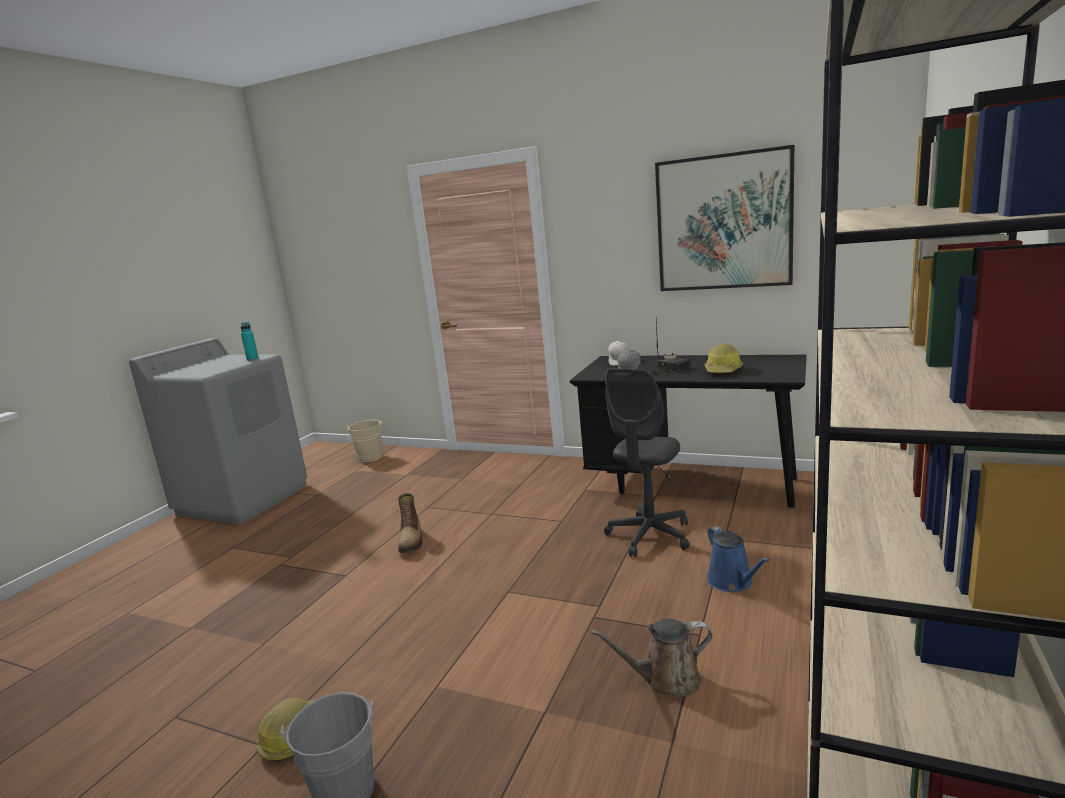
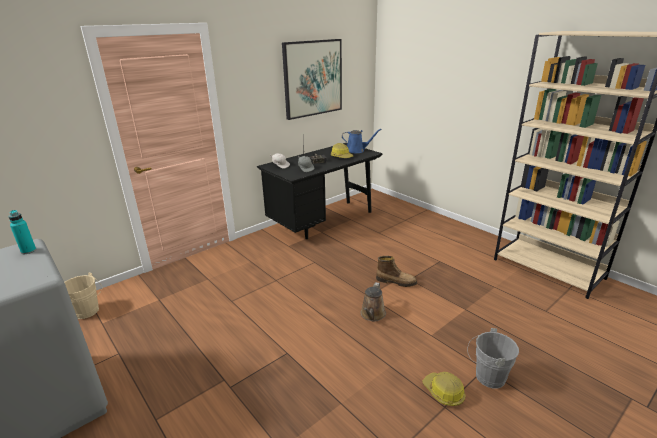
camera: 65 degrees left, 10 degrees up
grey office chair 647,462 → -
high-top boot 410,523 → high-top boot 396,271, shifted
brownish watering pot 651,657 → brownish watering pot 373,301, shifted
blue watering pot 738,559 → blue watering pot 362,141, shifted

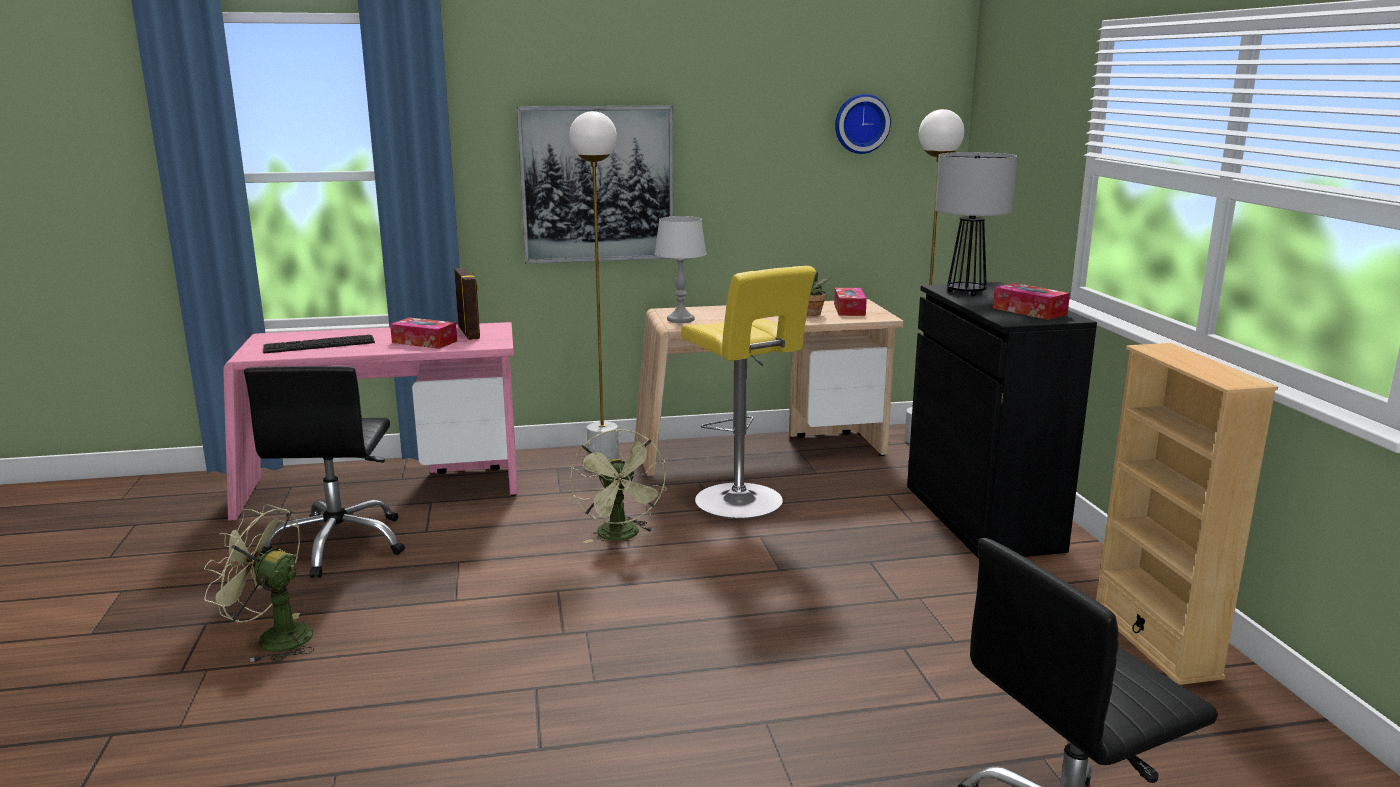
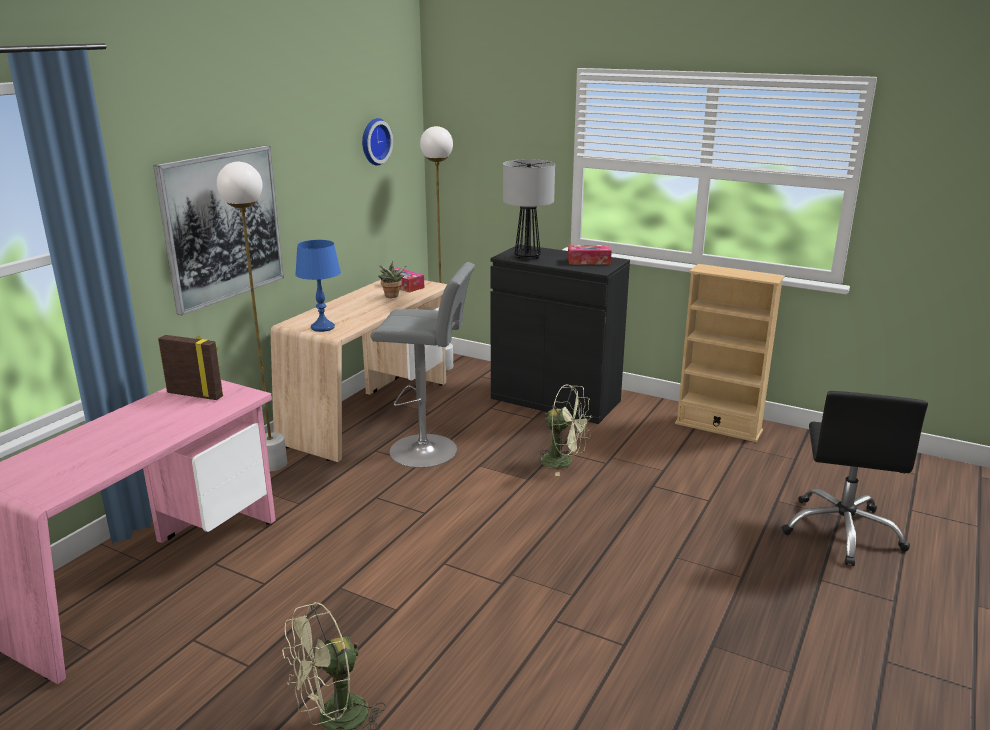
camera: 50 degrees left, 5 degrees up
black-coloured office chair 324,472 → -
computer keyboard 319,343 → -
box of tissues 423,333 → -
green-coloured fan 618,486 → green-coloured fan 564,430, shifted
grey tabletop lamp 680,269 → blue tabletop lamp 318,286
yellow-coloured stool 748,392 → grey stool 423,365

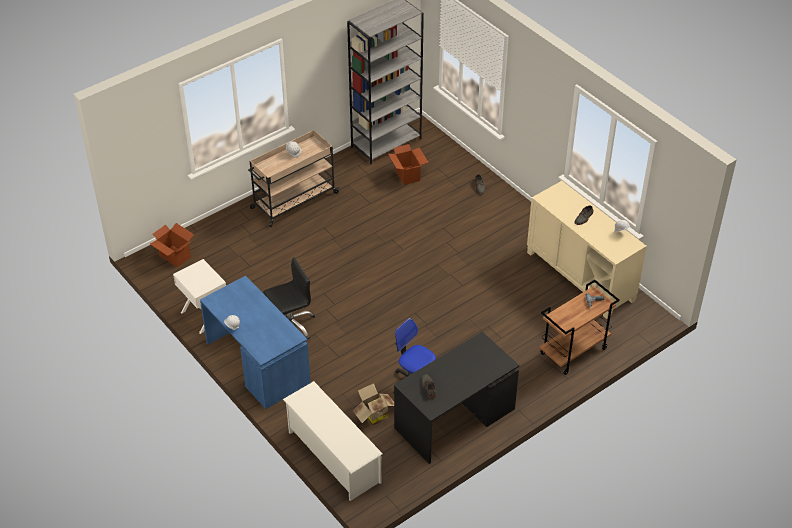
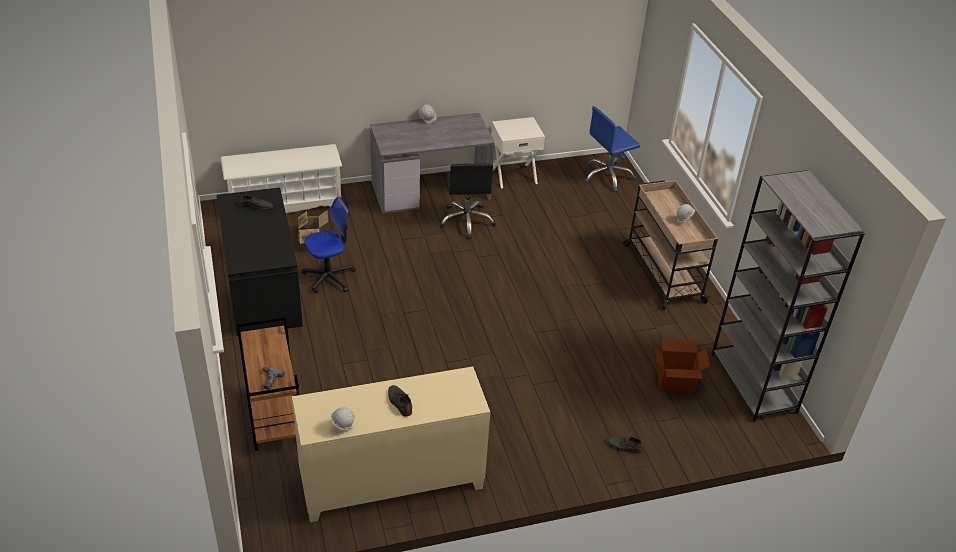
camera: 110 degrees right, 5 degrees down
carton 172,245 → blue office chair 612,149
blue desk 255,342 → grey desk 432,163

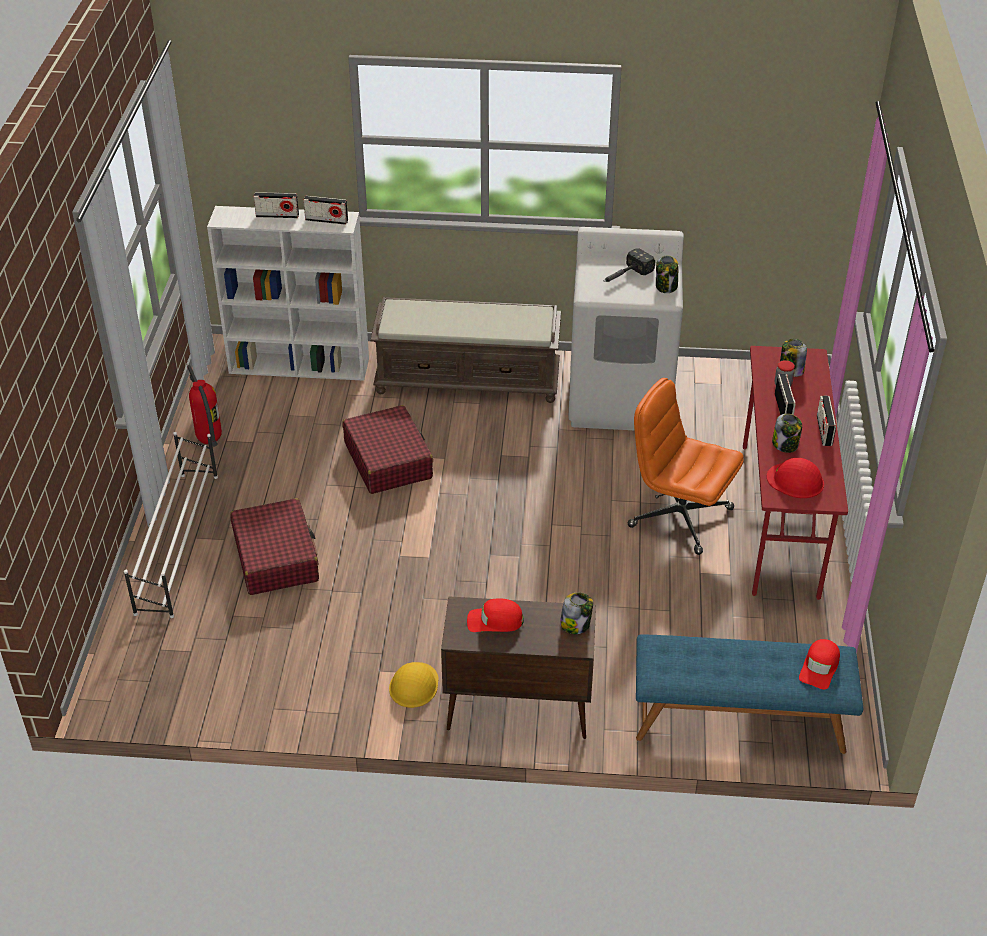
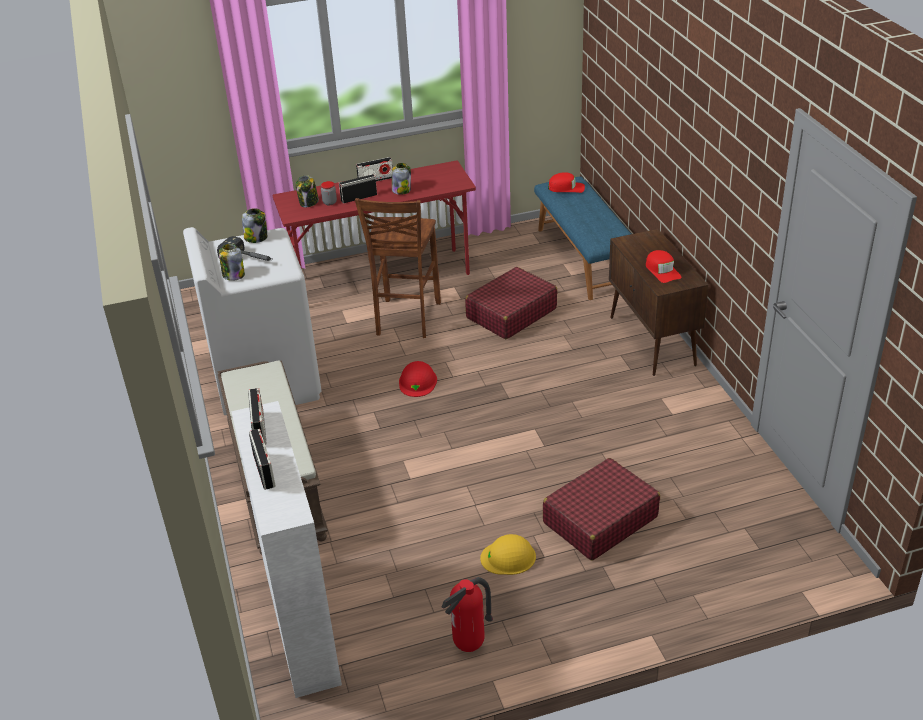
camera: 110 degrees left, 5 degrees down
whitish shoe rack 171,525 → -
red-coloured travel case 387,449 → red-coloured travel case 511,303, shifted
yellow-coloured hard hat 413,685 → yellow-coloured hard hat 508,554, shifted
storage jar 576,613 → storage jar 232,262, shifted
red-coloured hard hat 795,478 → red-coloured hard hat 418,379, shifted
orange office chair 686,466 → brownish stool 398,268

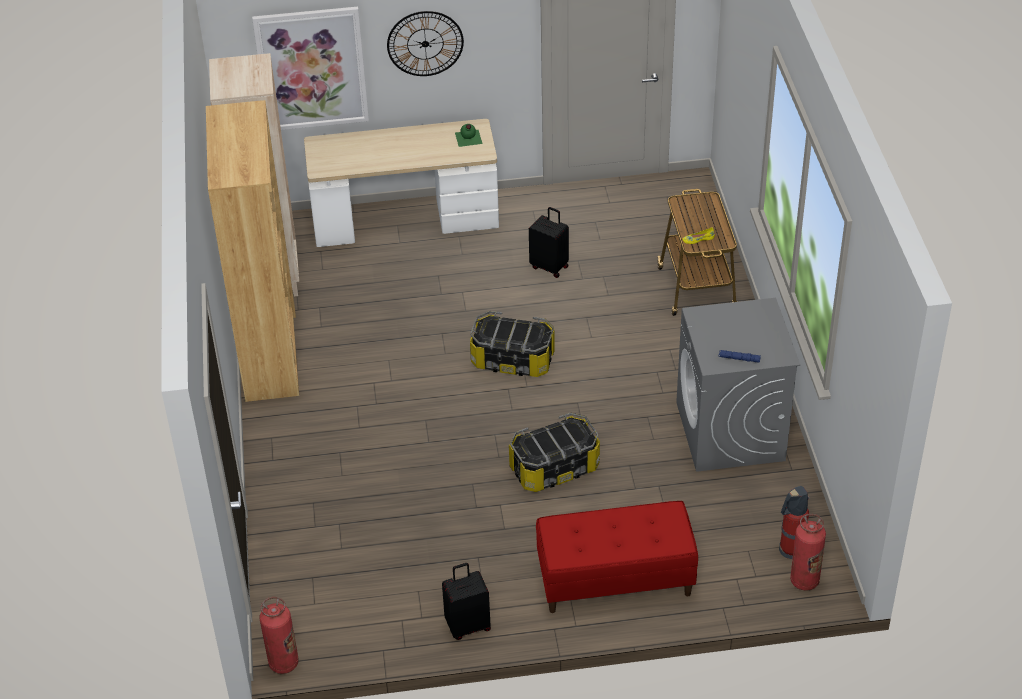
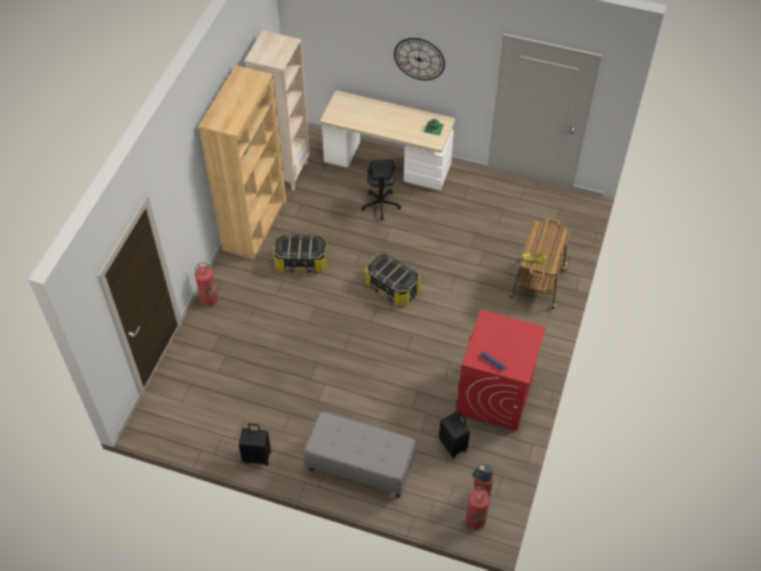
camera: 25 degrees right, 10 degrees up
wall picture 310,68 → -
- → black-coloured office chair 381,189
extinguisher 279,635 → extinguisher 206,284, shifted
storage bin 554,452 → storage bin 300,252, shifted
black-coloured travel case 549,242 → black-coloured travel case 454,435, shifted
red-coloured long seat 617,557 → grey long seat 360,454
grey washing machine 738,385 → red-coloured washing machine 501,370

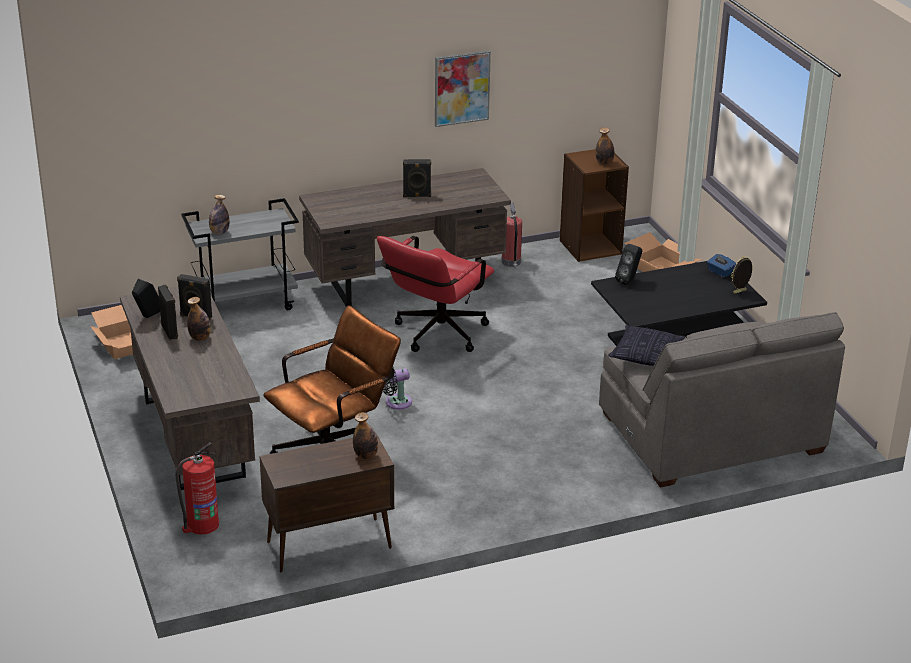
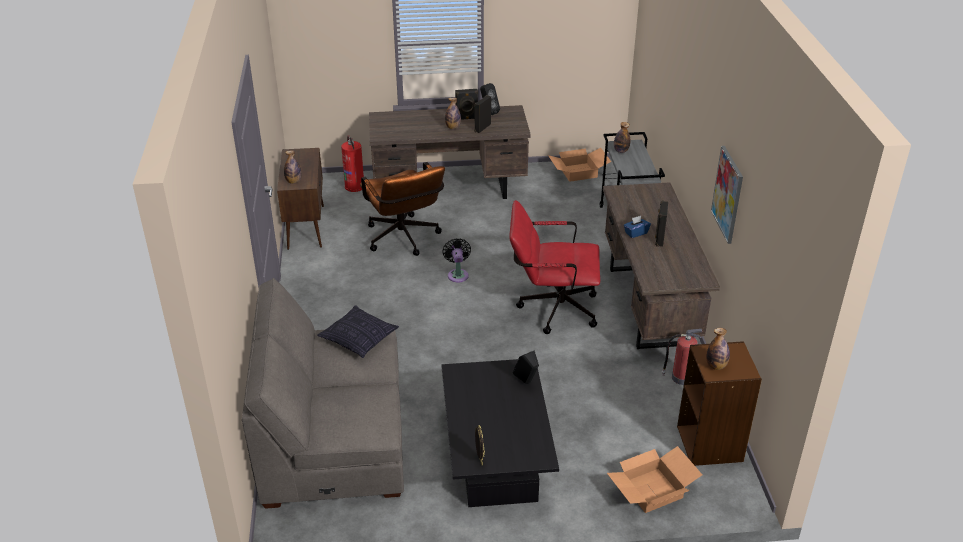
camera: 105 degrees right, 5 degrees up
blue box of tissues 721,266 → blue box of tissues 637,227, shifted
red-coloured office chair 435,294 → red-coloured office chair 554,267, 45 degrees counterclockwise

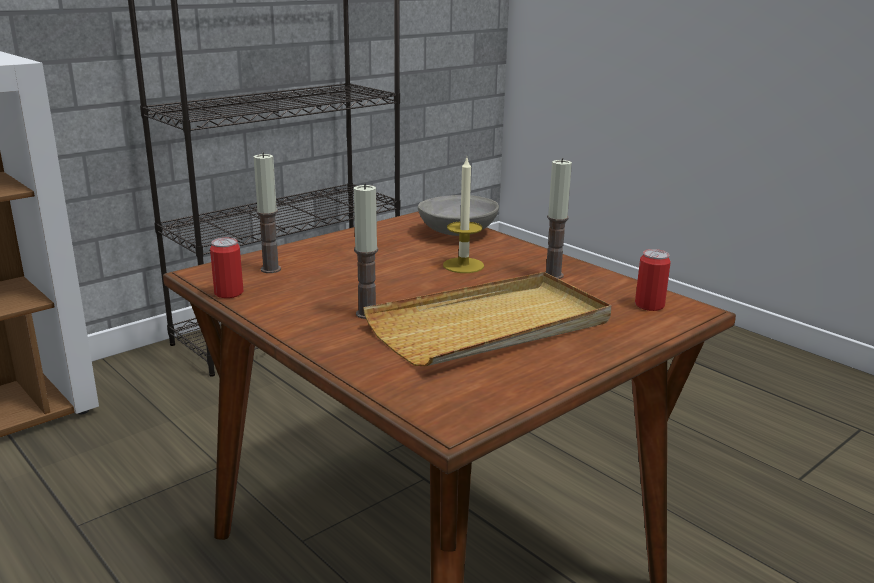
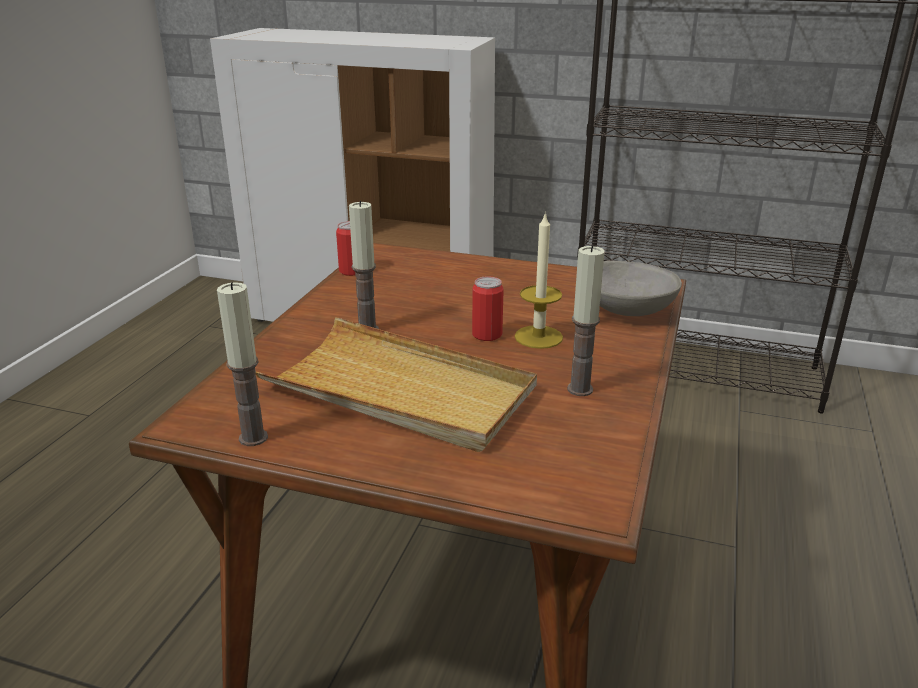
camera: 60 degrees right, 5 degrees up
wax candle 267,212 → wax candle 242,364, shifted
metal can 653,280 → metal can 487,308, shifted

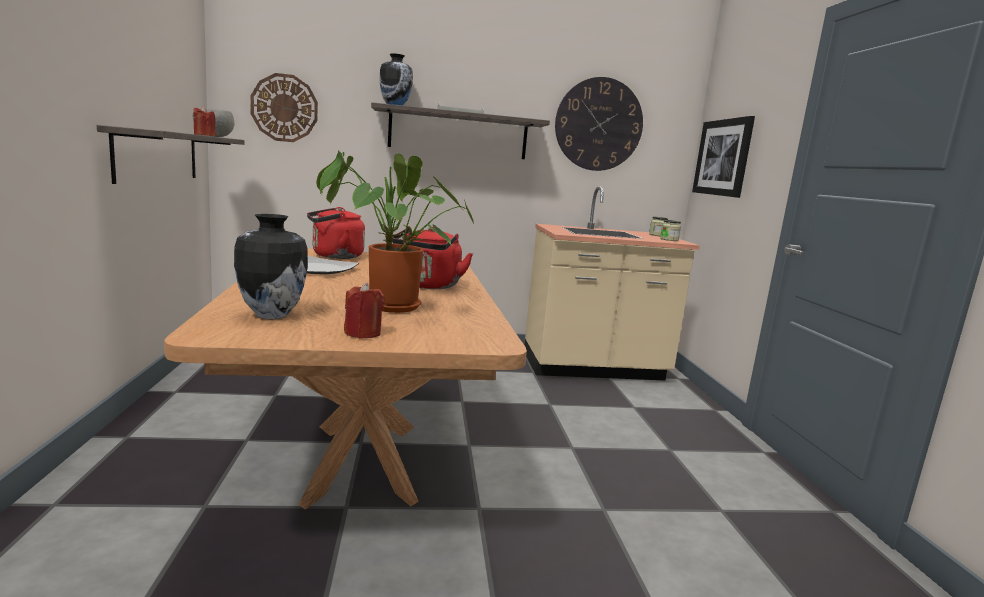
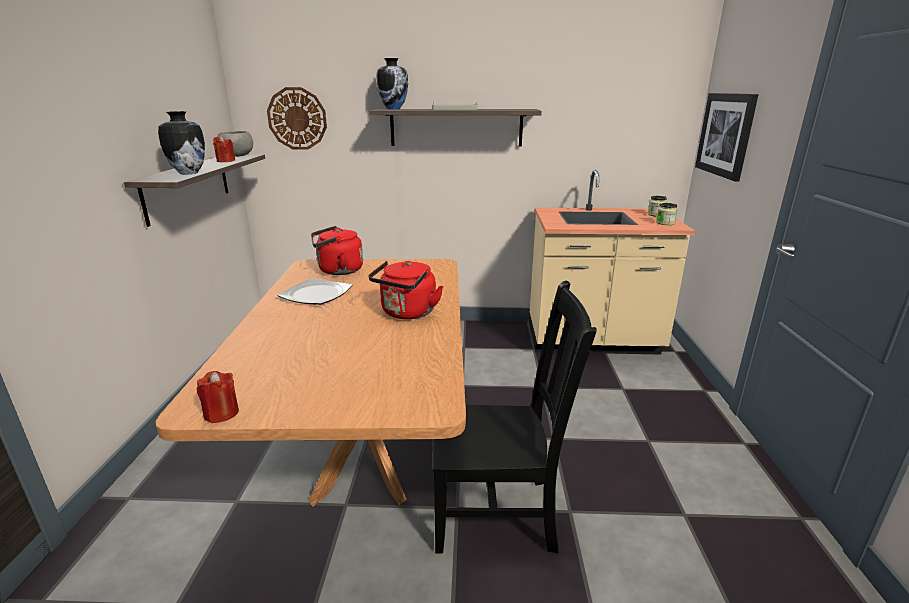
camera: 10 degrees right, 10 degrees up
houseplant 395,231 → -
hanging clock 599,124 → -
- → black-coloured plain chair 515,417
decorative vase 271,266 → decorative vase 181,142, shifted
red-coloured wax candle 364,310 → red-coloured wax candle 218,397, shifted

